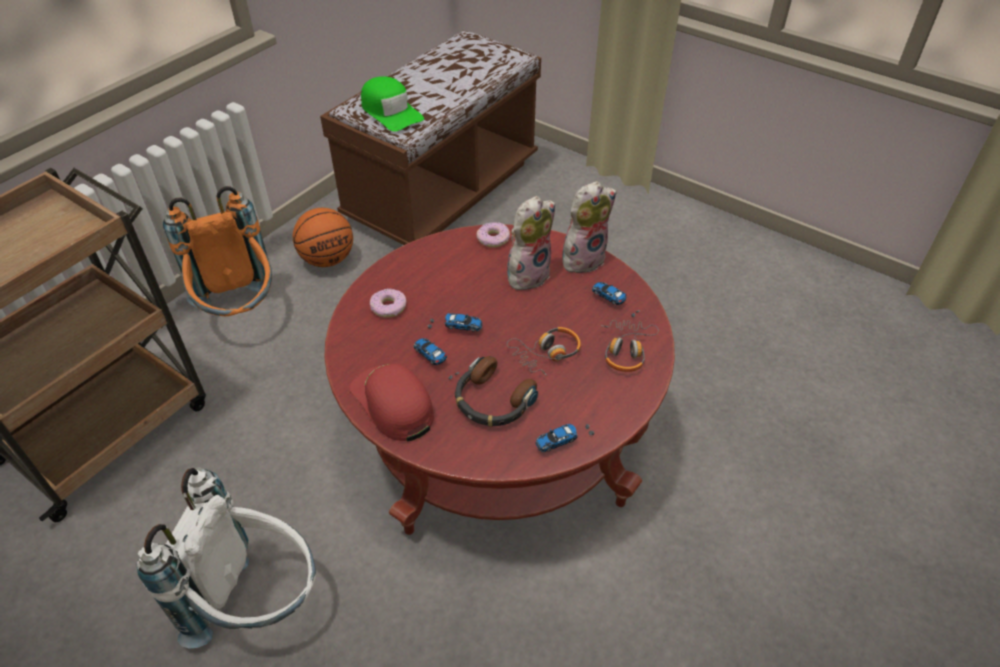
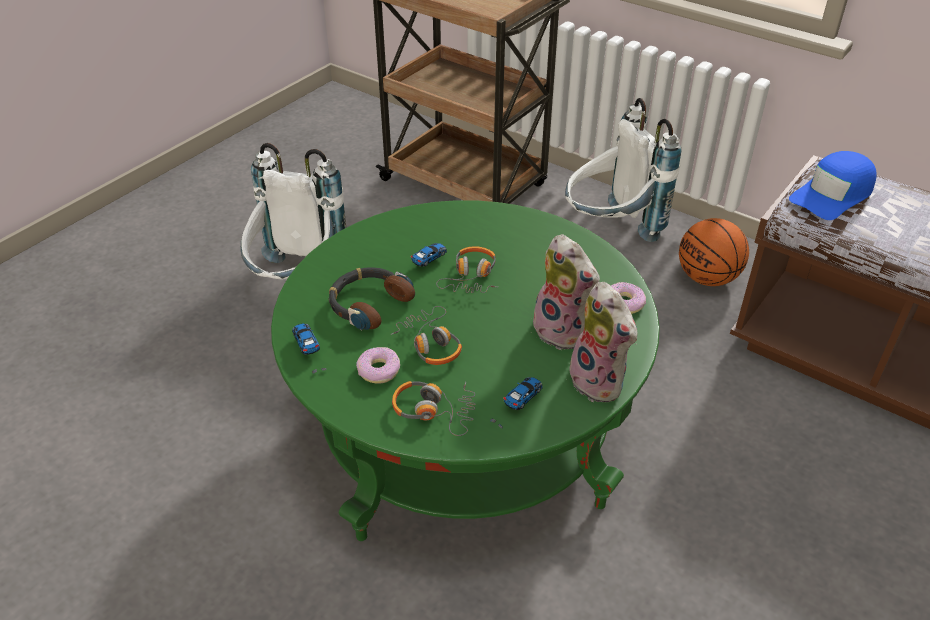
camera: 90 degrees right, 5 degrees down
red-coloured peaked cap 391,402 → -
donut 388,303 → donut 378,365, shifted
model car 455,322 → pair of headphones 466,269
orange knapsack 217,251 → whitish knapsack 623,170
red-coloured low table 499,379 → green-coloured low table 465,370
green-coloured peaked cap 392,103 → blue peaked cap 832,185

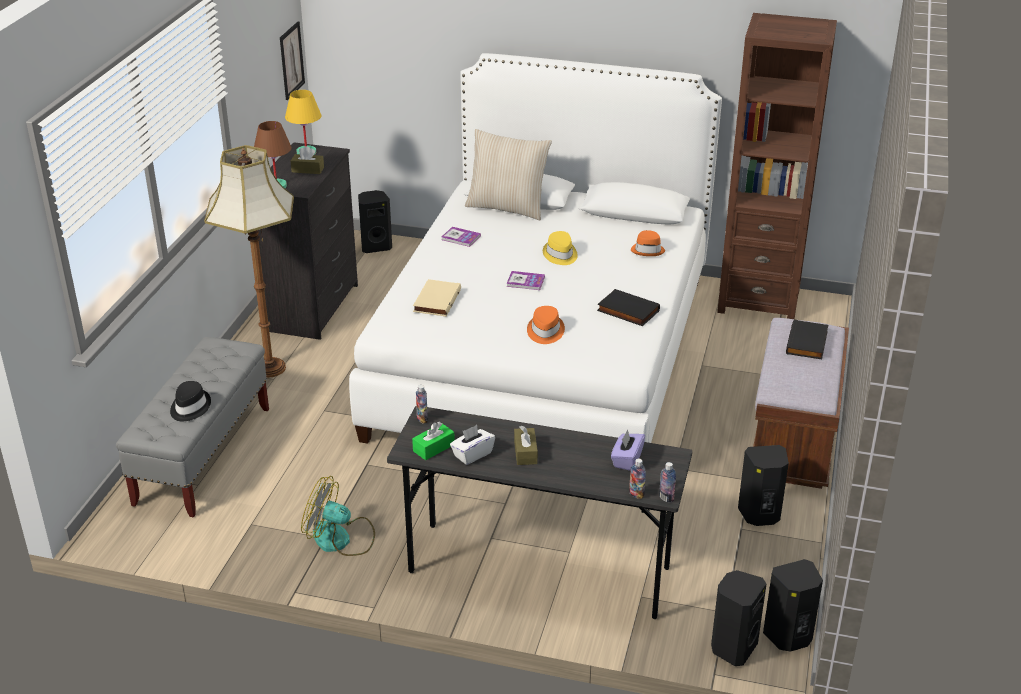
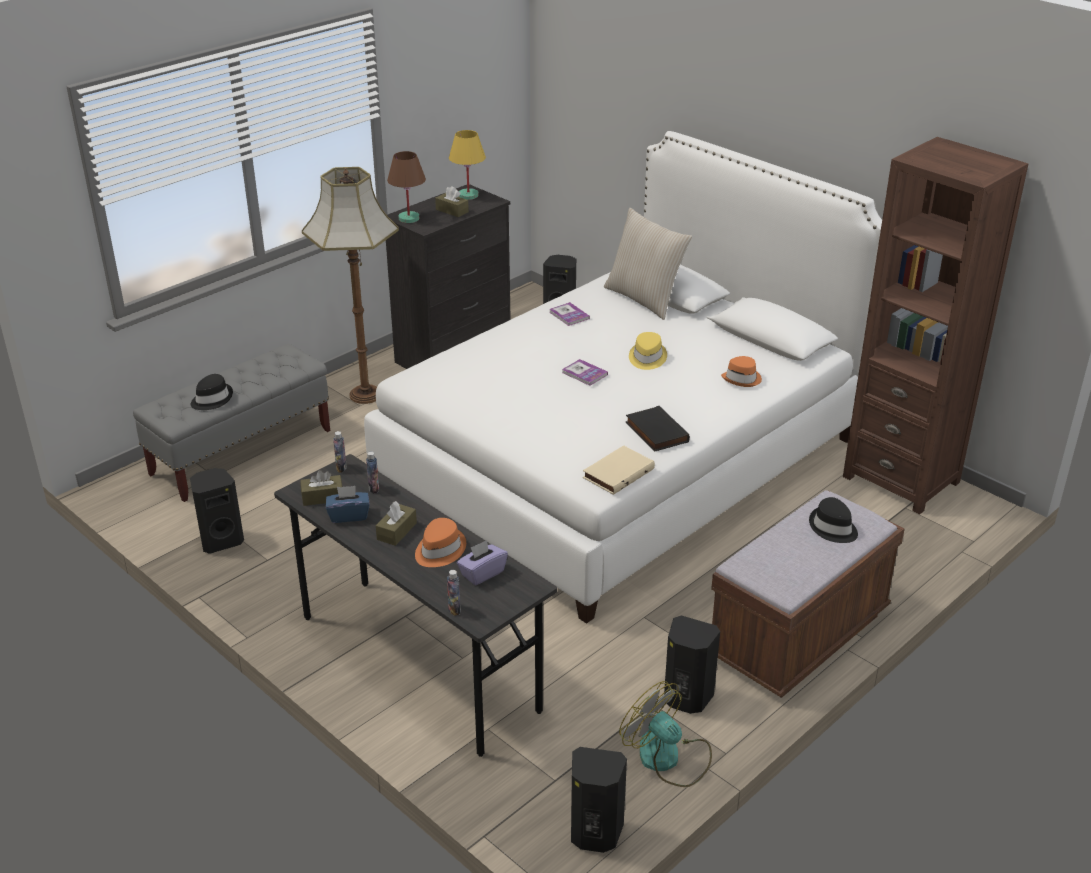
camera: 30 degrees right, 0 degrees up
wall picture 292,60 → -
fan 338,516 → fan 665,734, shifted
sand-coloured volume 437,298 → sand-coloured volume 619,470, shifted
orange wearable hat 546,325 → orange wearable hat 440,542, shifted
beverage bottle 667,482 → beverage bottle 372,473, shifted
black-coloured speaker 738,618 → black-coloured speaker 217,511, shifted
black-coloured volume 807,339 → black-coloured wearable hat 833,520
green-coloured box of tissues 433,441 → brownish box of tissues 321,488
whitish box of tissues 472,445 → blue box of tissues 348,504

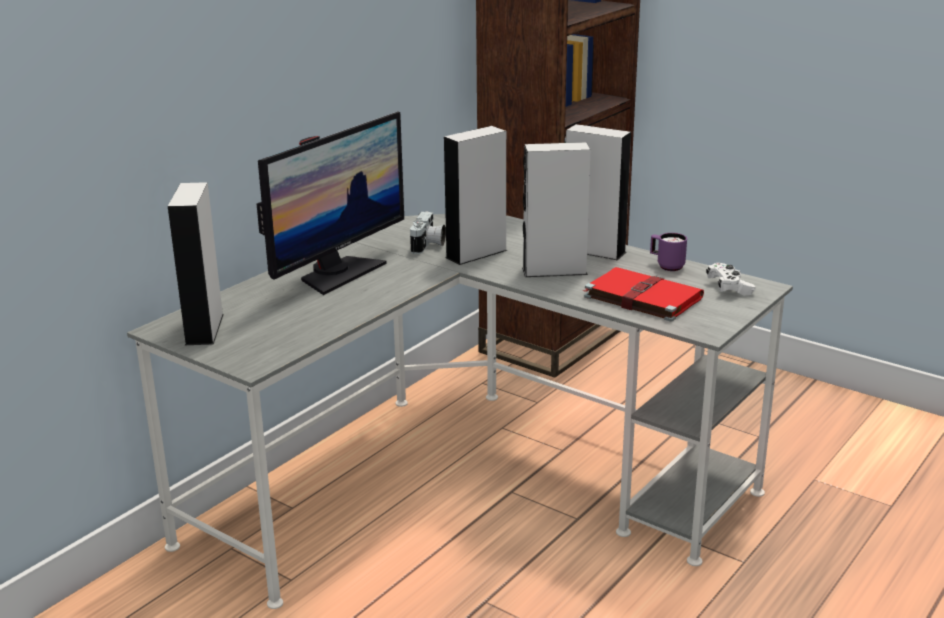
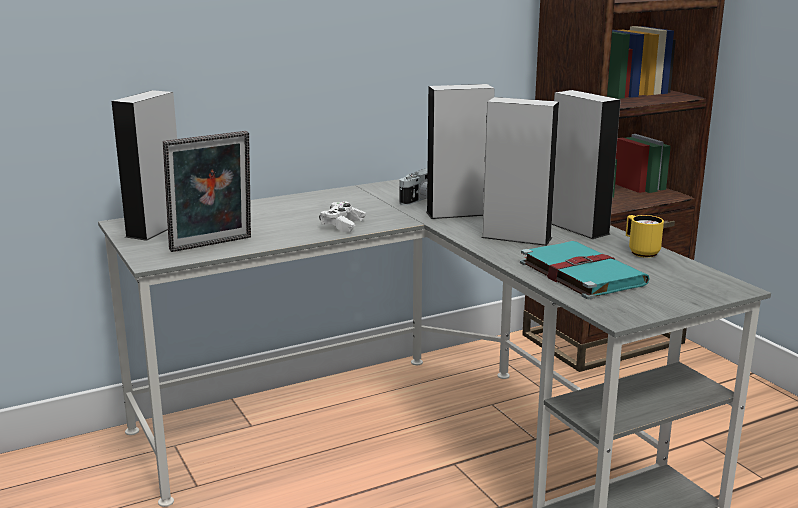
camera: 25 degrees right, 5 degrees down
computer display 330,203 → -
- → picture frame 207,191
whitish gamepad 730,279 → whitish gamepad 342,216, shifted
red-coloured volume 643,294 → turquoise volume 585,270
purple mug 668,252 → yellow-coloured mug 645,236

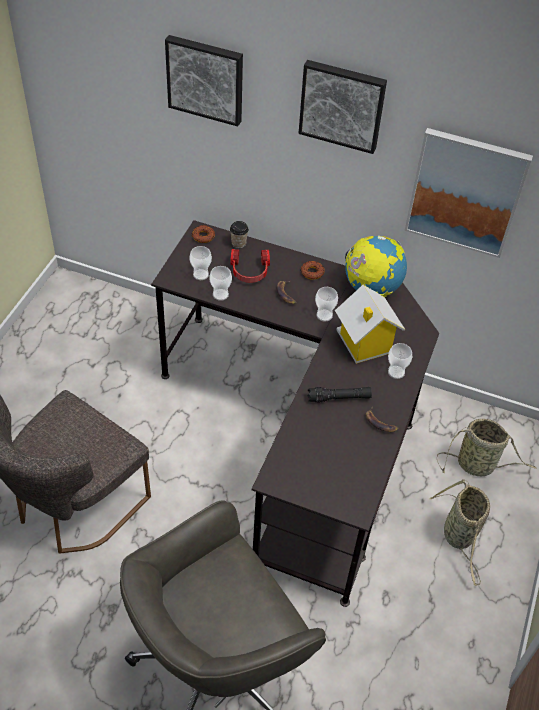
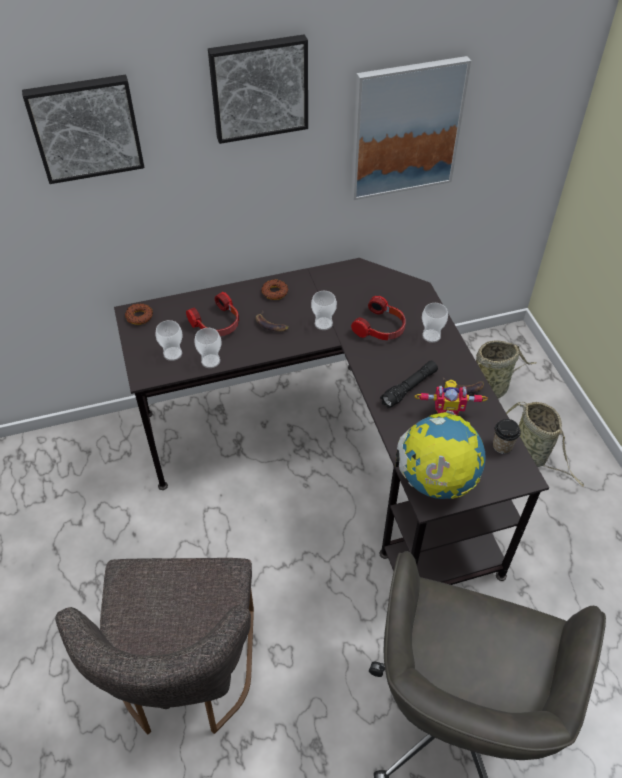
camera: 35 degrees left, 0 degrees up
- → robot figure 451,398
drinking cup 239,234 → drinking cup 507,436, shifted
globe 376,266 → globe 440,455, shifted
miniature house 370,324 → pair of headphones 378,318

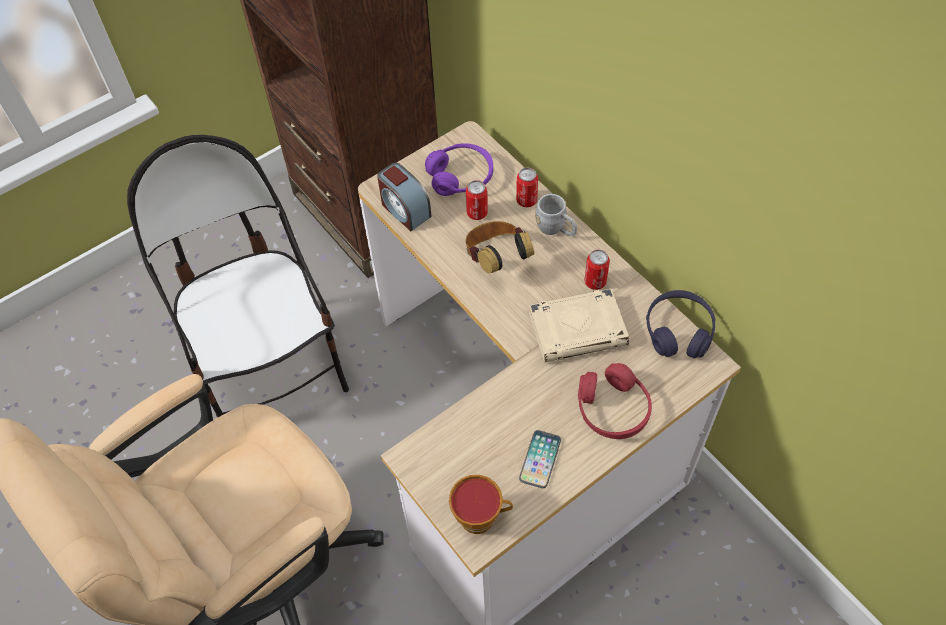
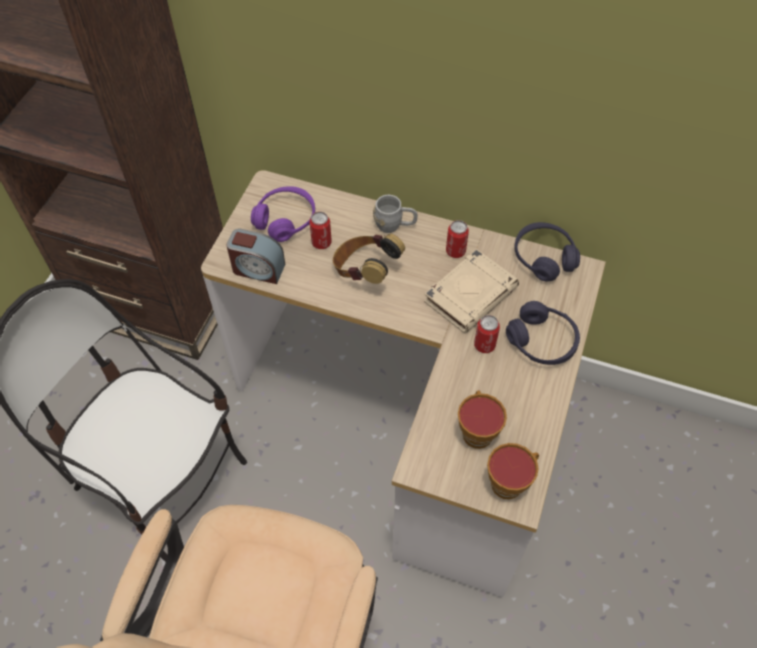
camera: 35 degrees left, 0 degrees up
telephone 540,459 → -
- → drinking cup 482,419
metal can 527,187 → metal can 487,334, shifted
red-coloured pair of headphones 615,401 → purple pair of headphones 543,333

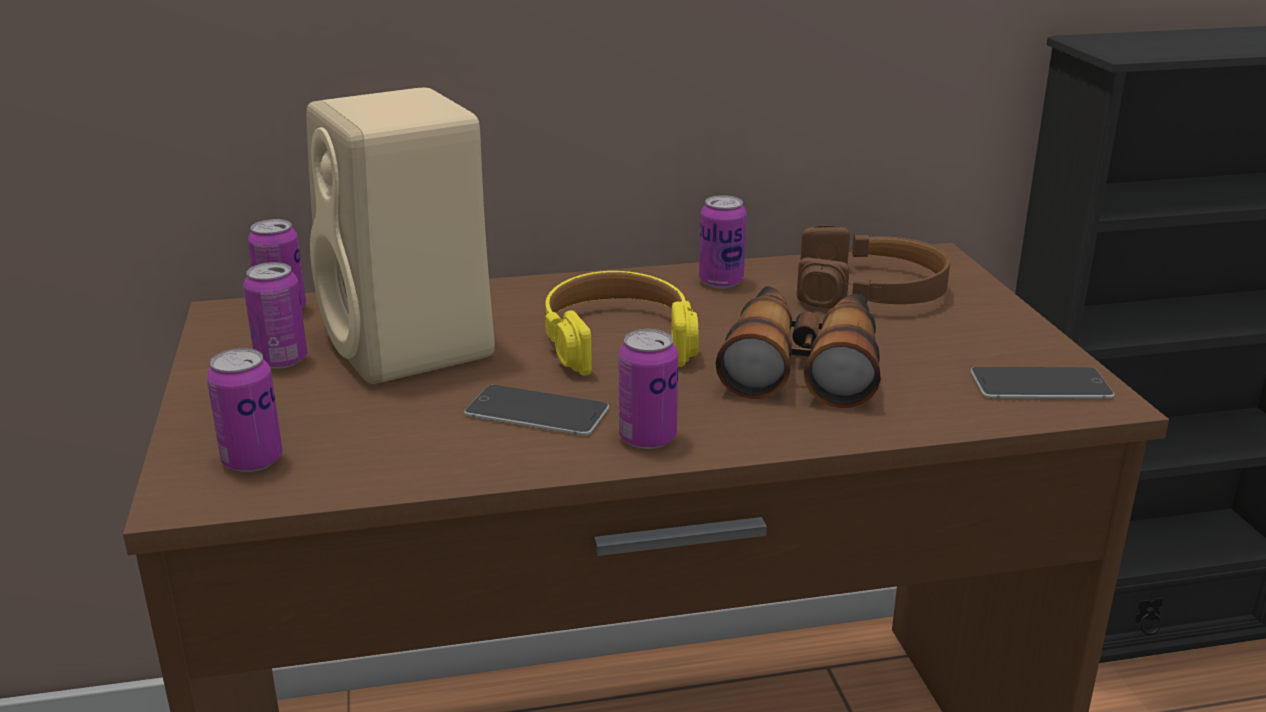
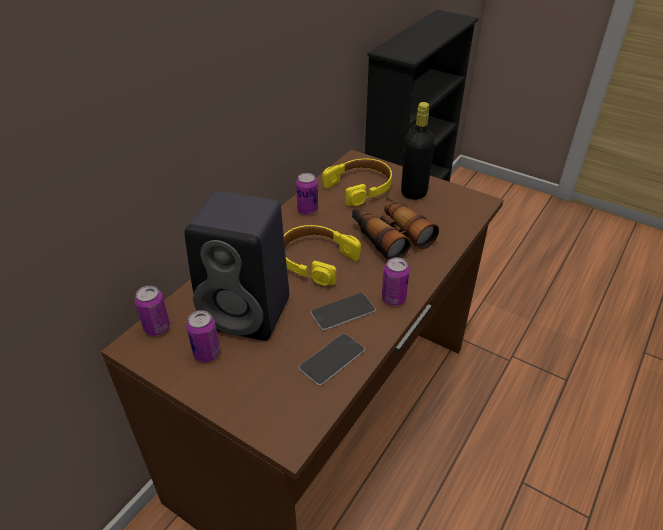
camera: 45 degrees left, 15 degrees up
metal can 245,410 → -
- → black-coloured beverage bottle 418,151
telephone 1042,383 → telephone 332,360, shifted
sand-coloured speaker 400,235 → black-coloured speaker 236,266
brownish pair of headphones 874,267 → yellow-coloured pair of headphones 357,182

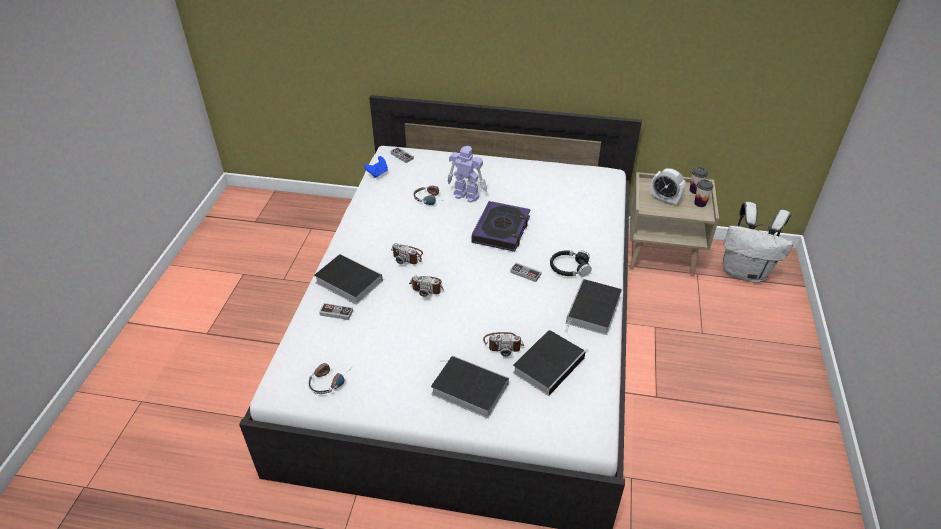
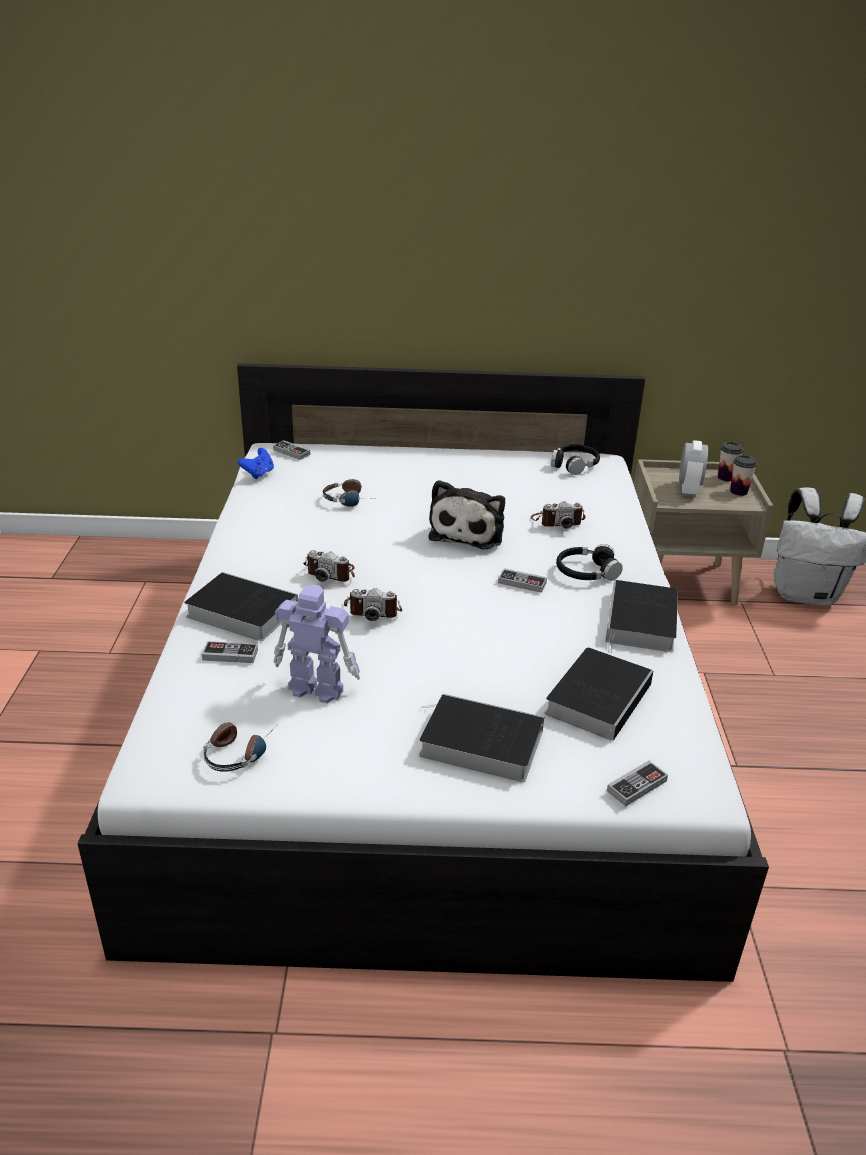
camera: 10 degrees left, 10 degrees down
- → black-coloured pair of headphones 575,459
- → gamepad 637,783
robot figure 467,174 → robot figure 317,644, shifted
photo camera 503,344 → photo camera 558,515, shifted
volume 501,226 → plush toy 466,515
alarm clock 668,187 → alarm clock 693,468, 105 degrees counterclockwise

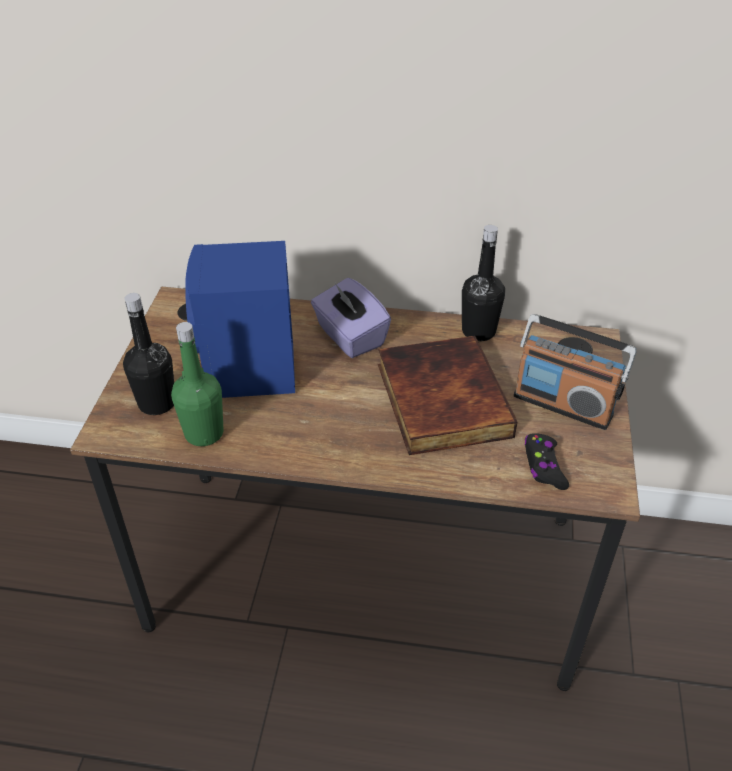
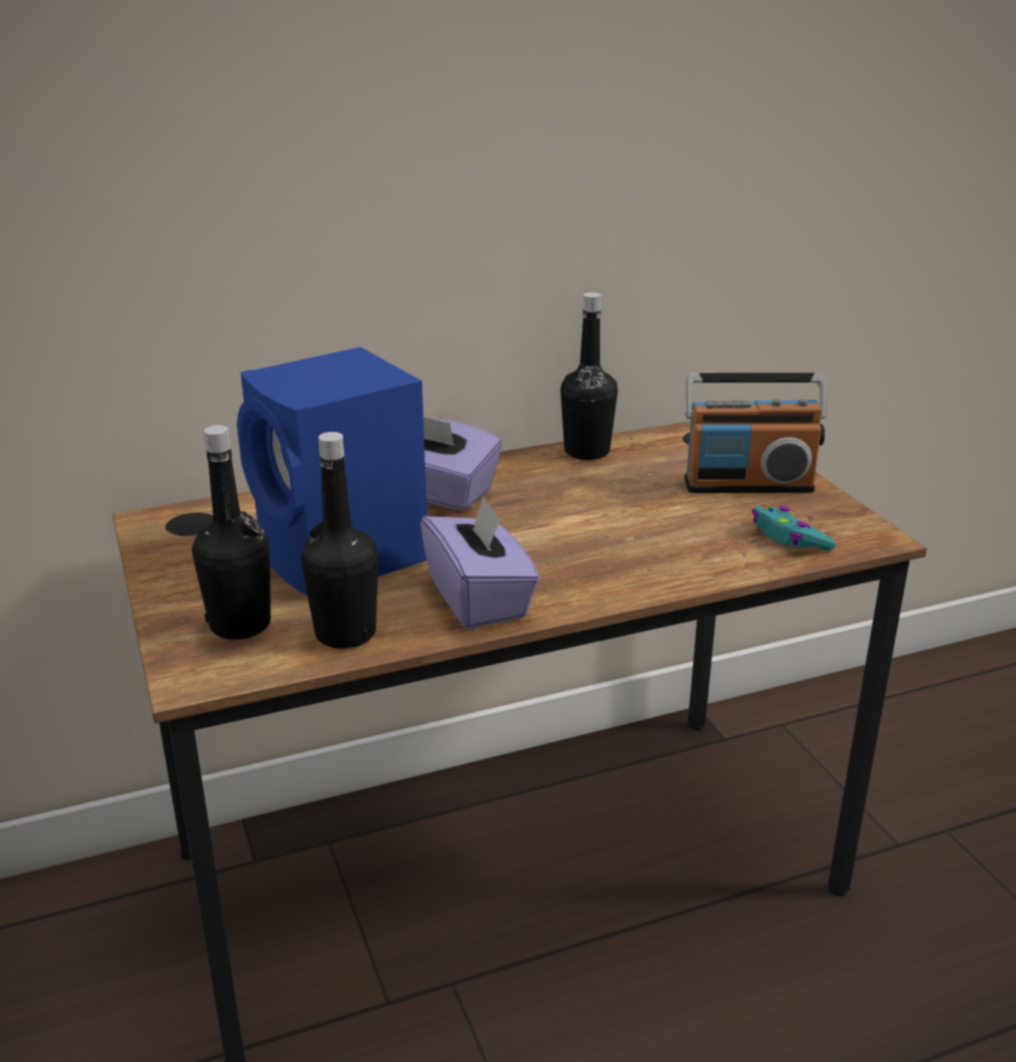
camera: 30 degrees left, 15 degrees down
volume 448,395 → -
- → purple box of tissues 480,562
green-coloured beverage bottle 197,384 → black-coloured beverage bottle 340,540
black-coloured gamepad 547,461 → turquoise gamepad 794,528

